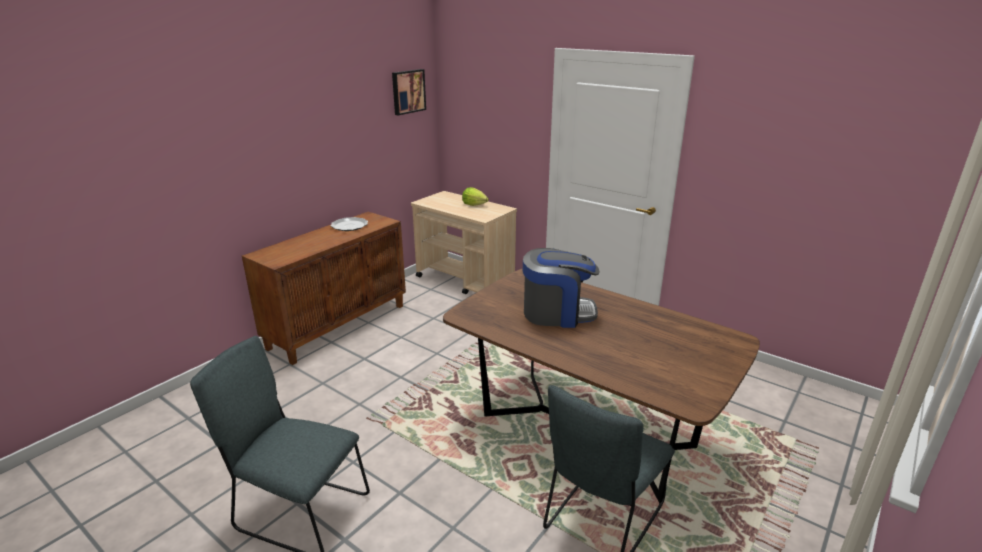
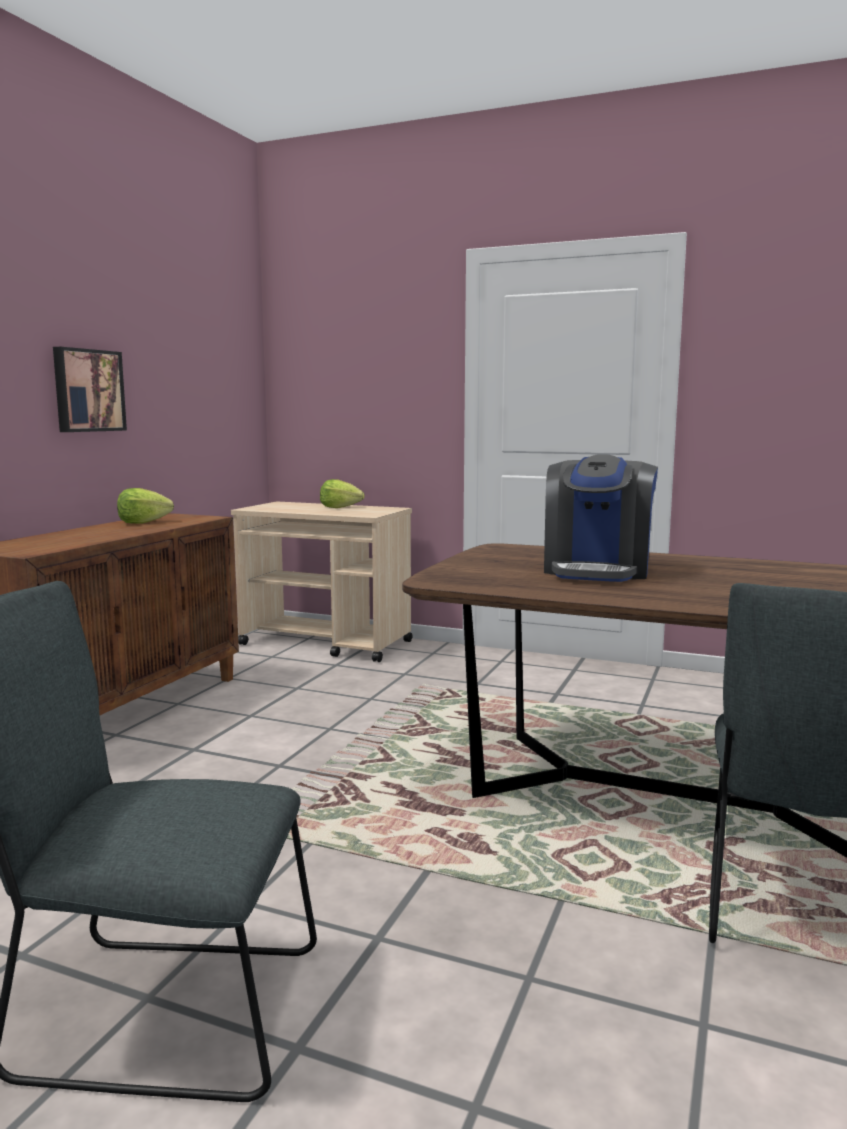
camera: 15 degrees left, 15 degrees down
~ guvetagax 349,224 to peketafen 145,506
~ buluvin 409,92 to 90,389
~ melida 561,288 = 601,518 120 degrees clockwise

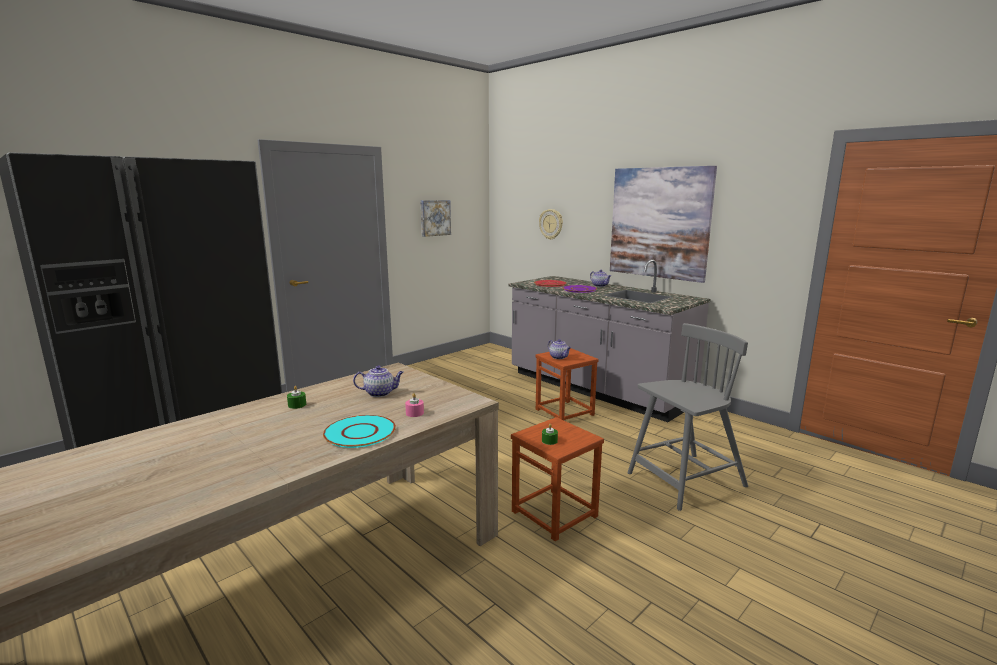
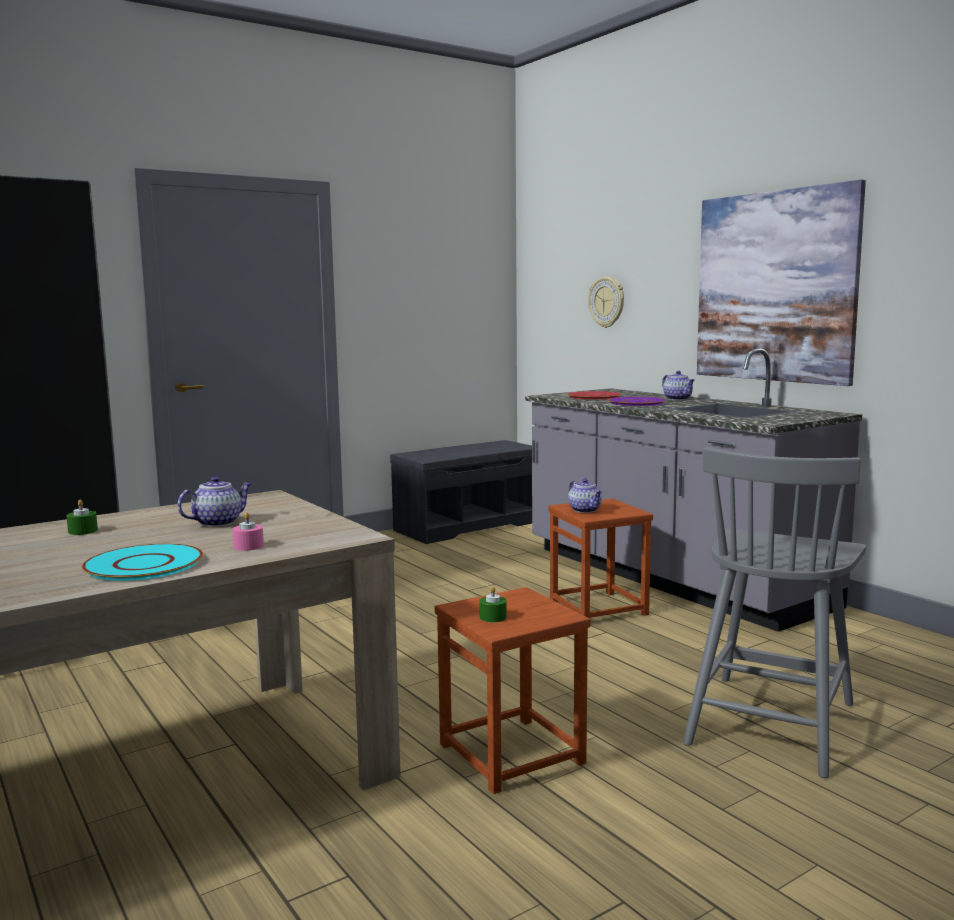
camera: 10 degrees right, 5 degrees down
~ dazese 378,381 = 214,501 45 degrees counterclockwise
- buluvin 435,218
~ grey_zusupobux 688,417 = 774,612 135 degrees clockwise
+ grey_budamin 461,492

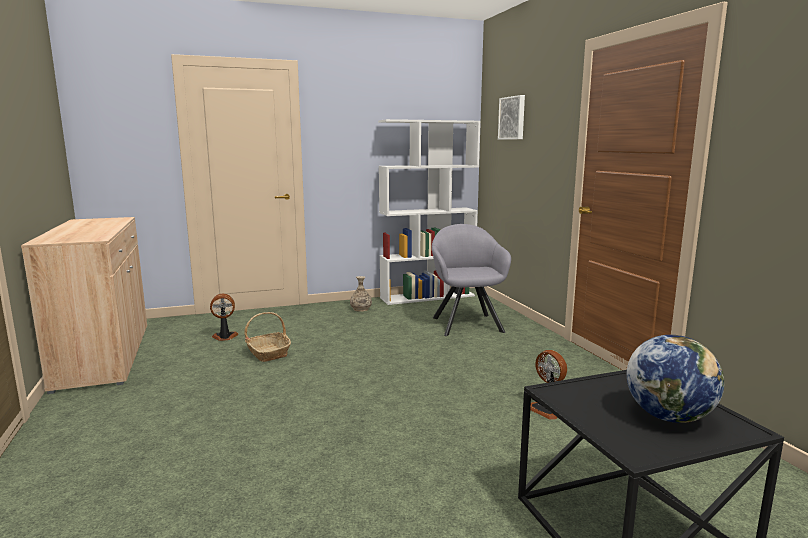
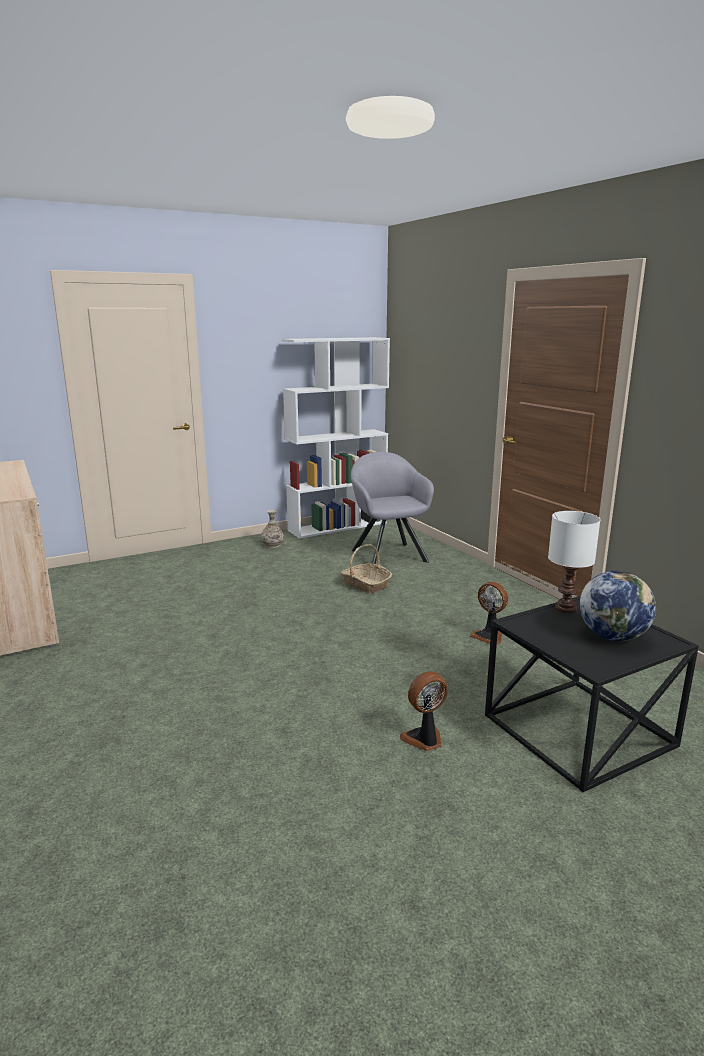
camera: 10 degrees left, 5 degrees up
~ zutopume 224,317 to 424,711
~ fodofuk 267,337 to 366,568
- buluvin 511,117
+ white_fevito 574,562

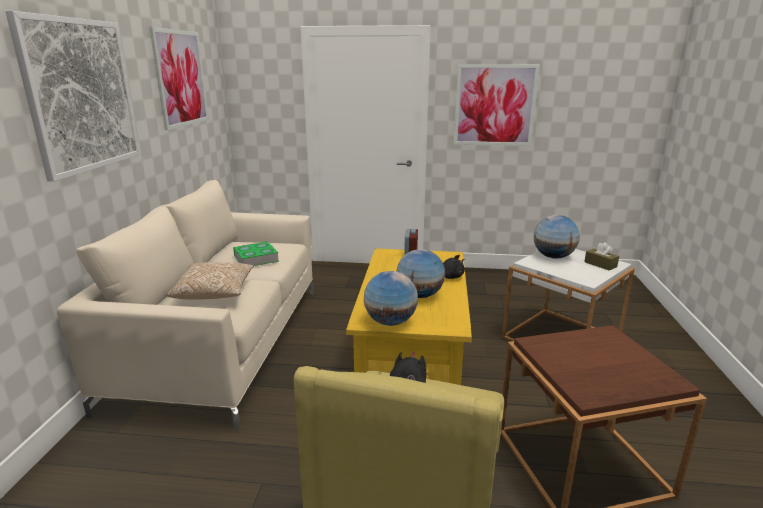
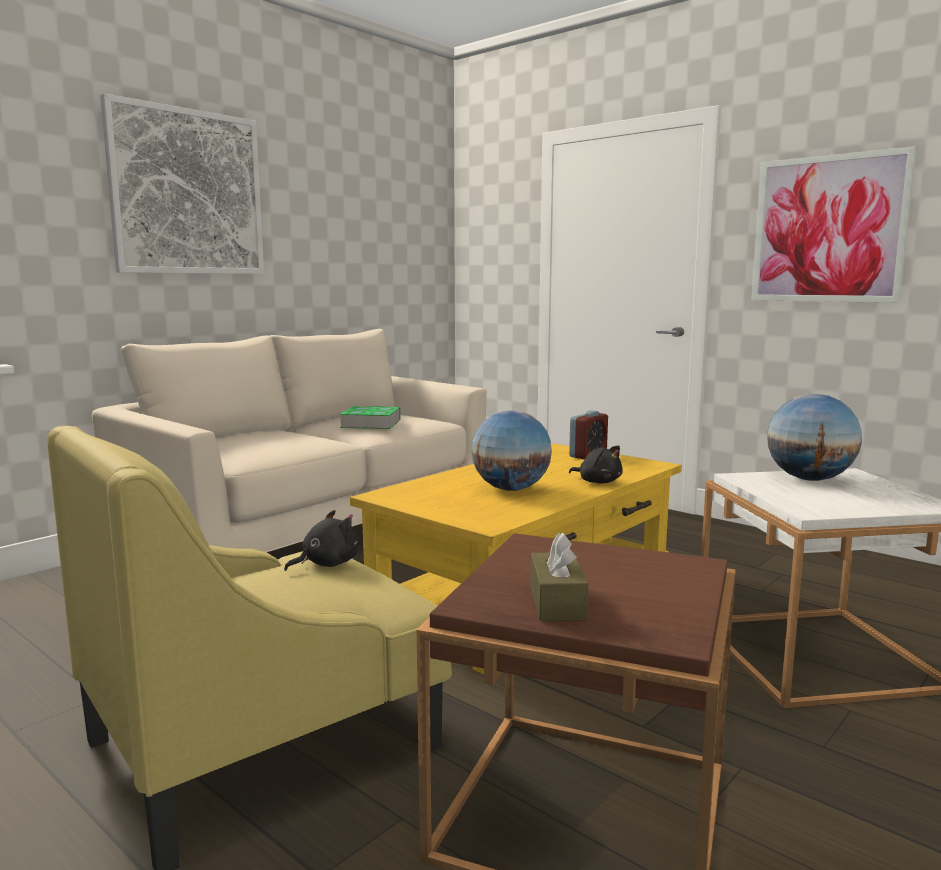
camera: 35 degrees right, 10 degrees down
- buluvin 179,79
- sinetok 210,281
- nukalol 391,298
~ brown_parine 601,256 to 559,576

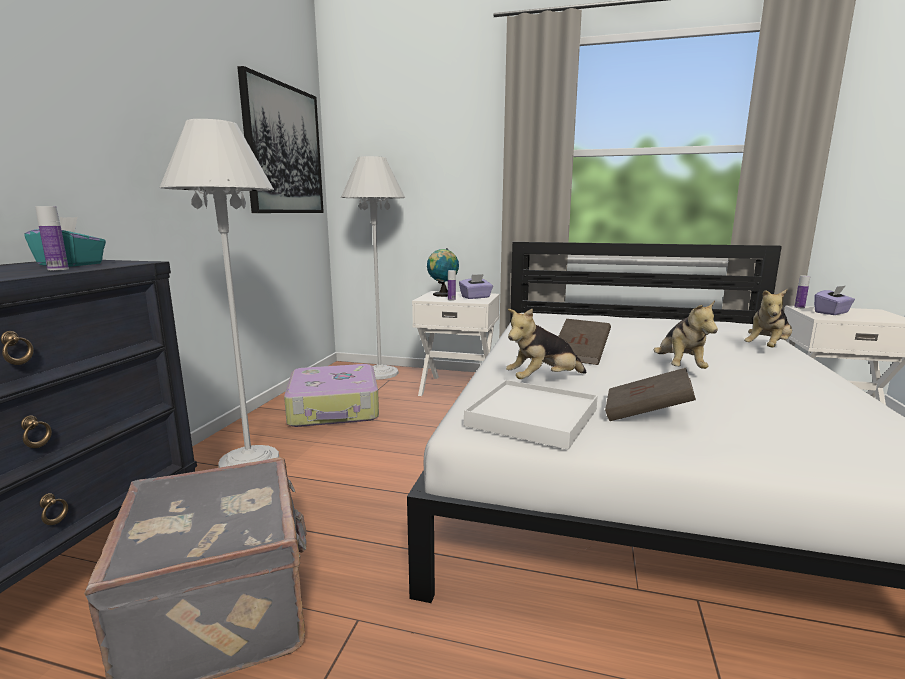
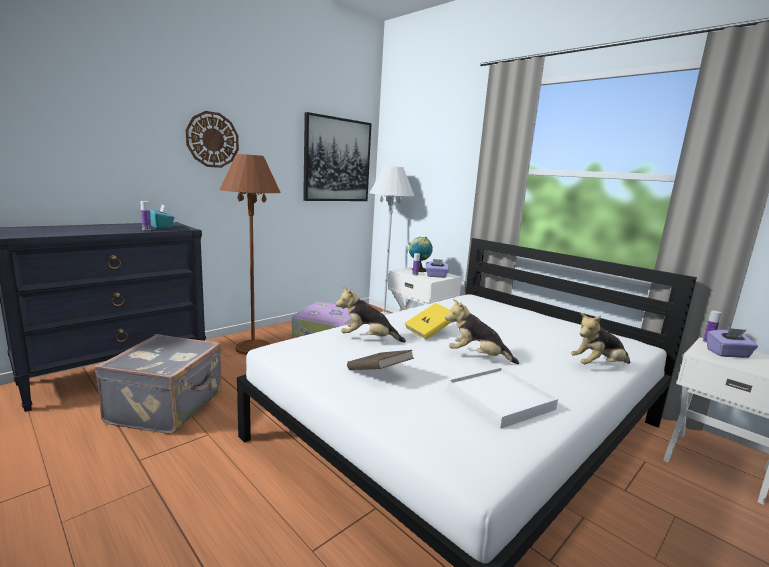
camera: 30 degrees right, 0 degrees up
~ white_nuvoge 219,293 to brown_nuvoge 250,254
~ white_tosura 531,415 to 502,398
~ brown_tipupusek 584,342 to yellow_tipupusek 427,321
~ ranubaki 686,334 = 482,331 75 degrees clockwise
+ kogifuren 212,139

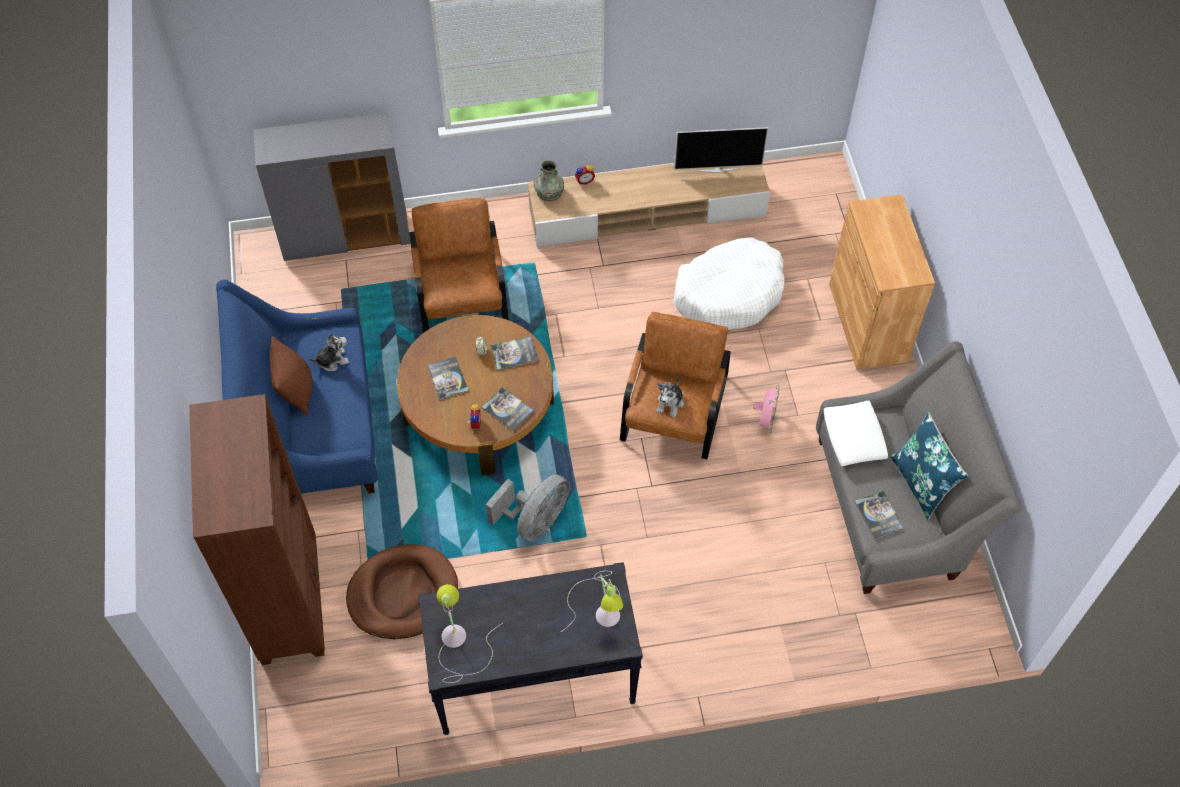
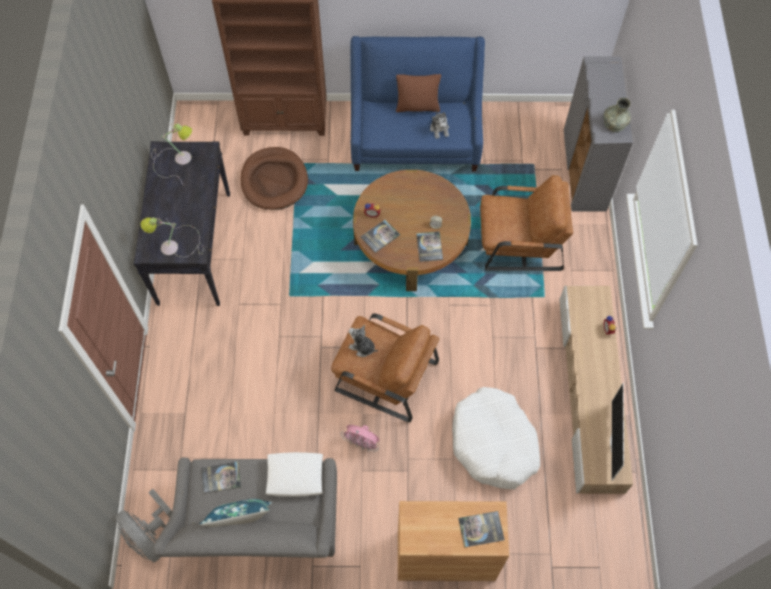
camera: 100 degrees right, 5 degrees up
~ tipupusek 448,378 to 481,529
~ grey_zutopume 528,508 to 143,526
~ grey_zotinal 549,180 to 617,114

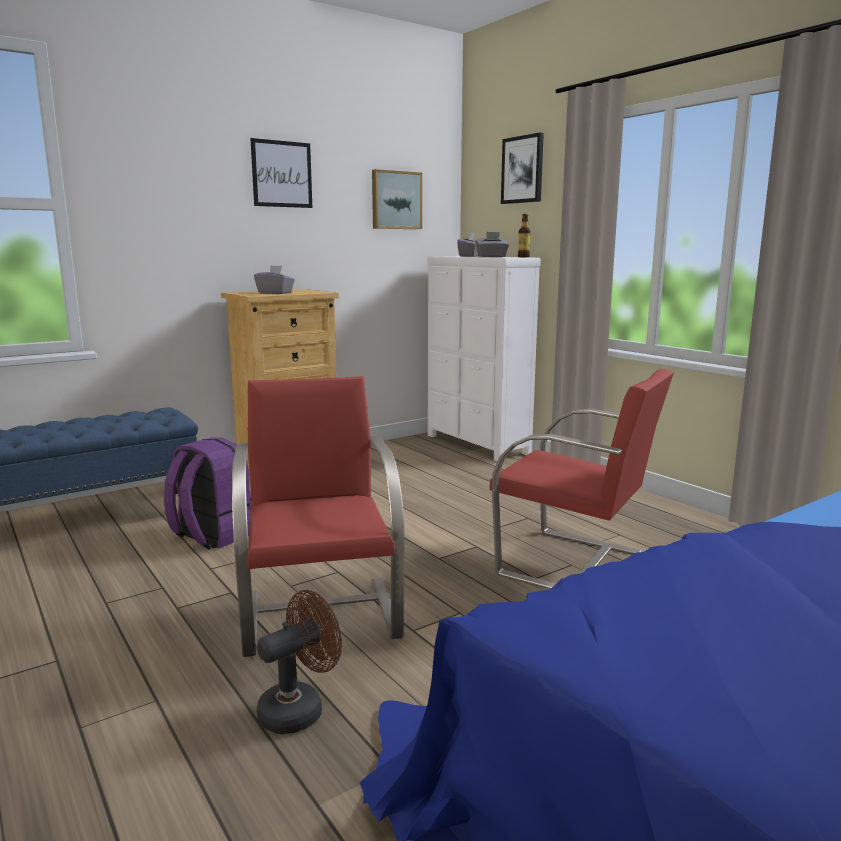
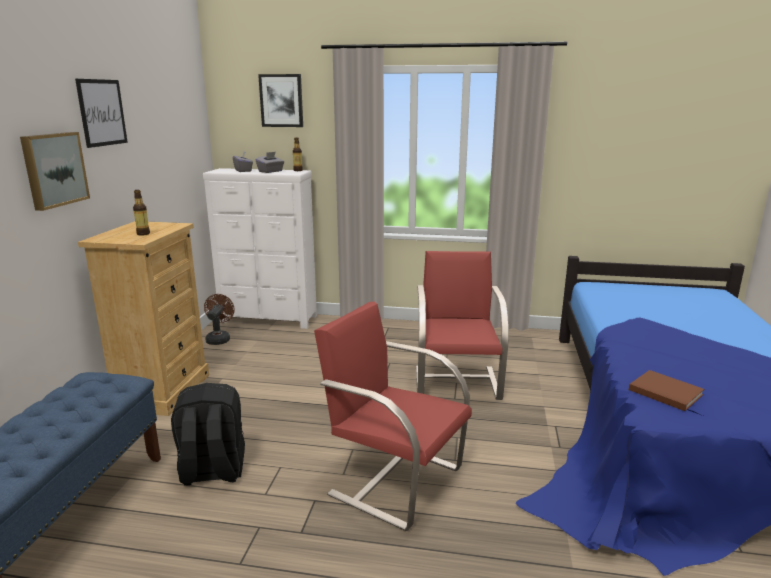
camera: 45 degrees left, 5 degrees up
~ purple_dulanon 208,494 to black_dulanon 208,434
~ grey_parine 274,280 to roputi 141,213
~ brown_zutopume 299,662 to 219,319
~ buluvin 397,199 to 55,171
~ red_zusupobux 582,478 = 462,325 75 degrees counterclockwise
+ brown_tipupusek 666,390

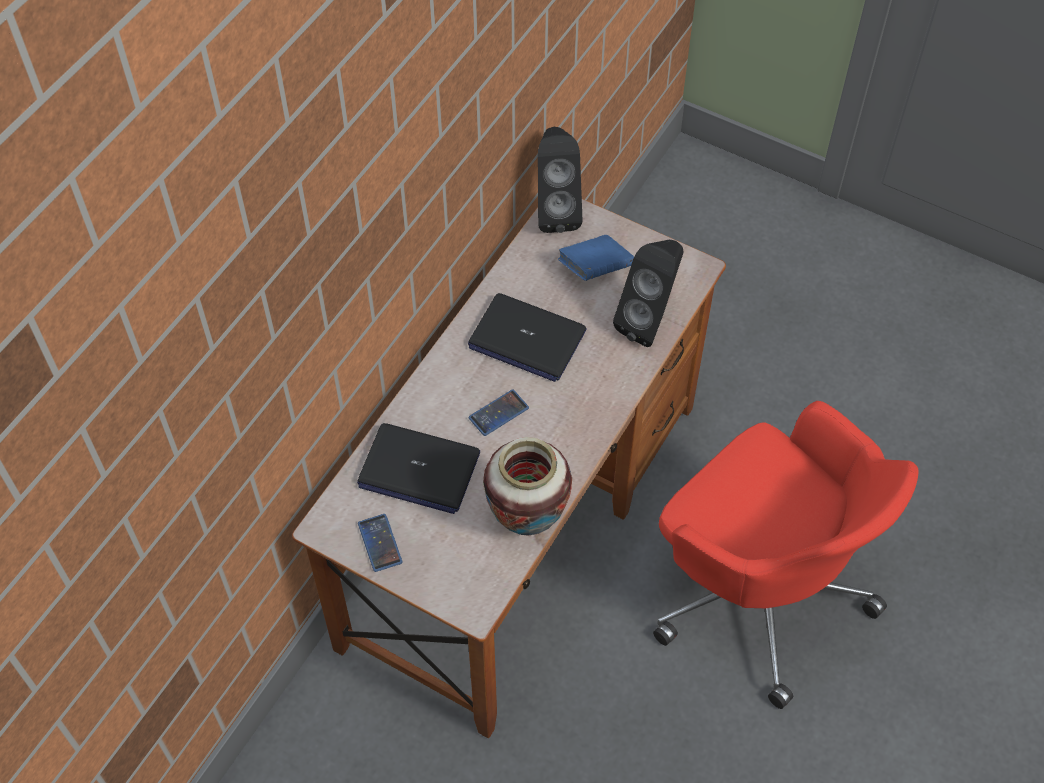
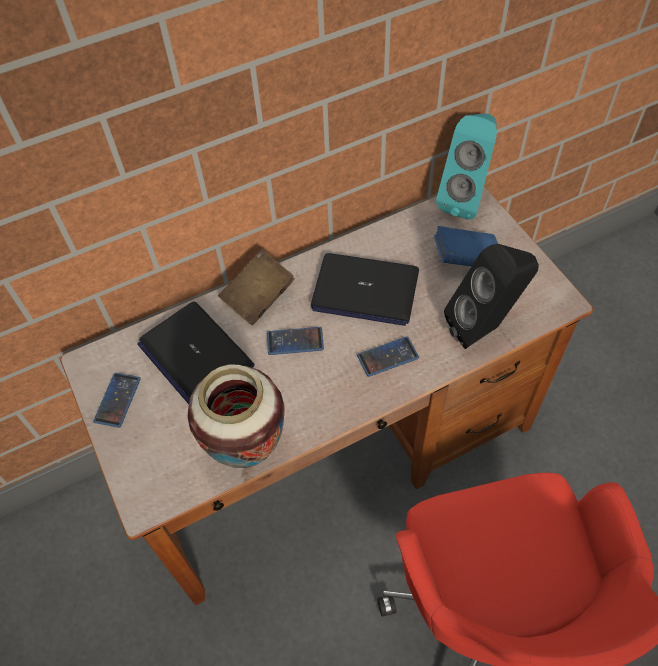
camera: 35 degrees right, 0 degrees up
~ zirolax 527,337 = 364,289 45 degrees counterclockwise
~ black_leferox 560,180 to turquoise_leferox 466,167
+ brown_tipupusek 256,287
+ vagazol 388,356

